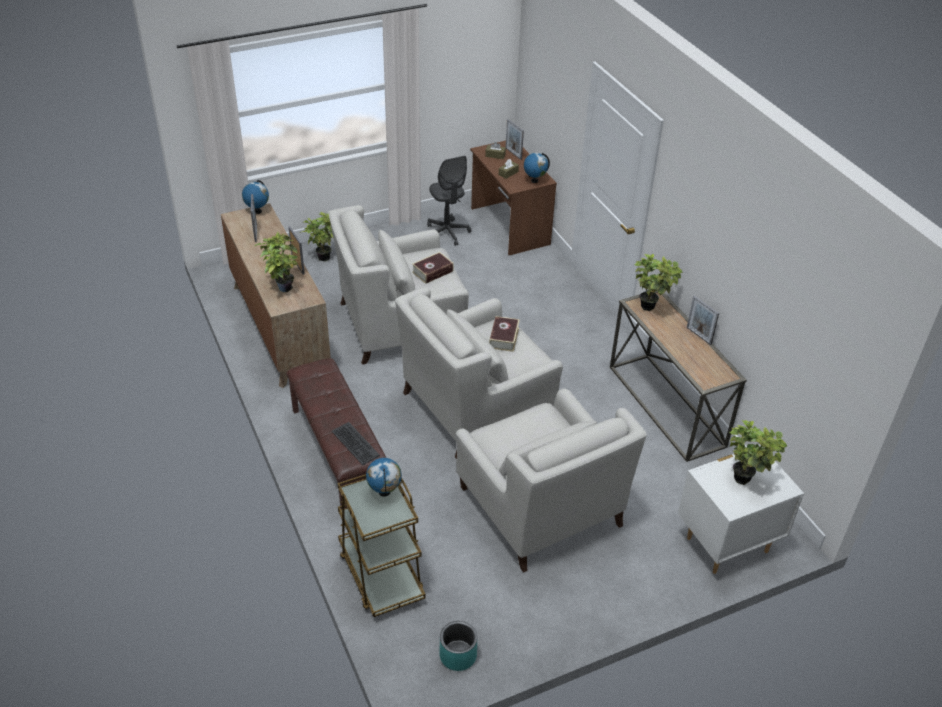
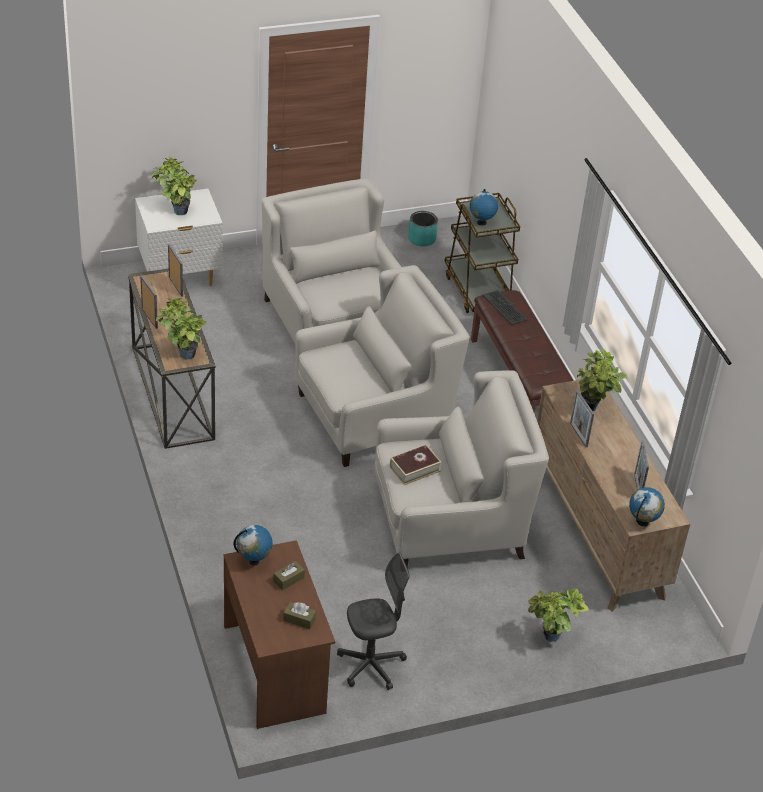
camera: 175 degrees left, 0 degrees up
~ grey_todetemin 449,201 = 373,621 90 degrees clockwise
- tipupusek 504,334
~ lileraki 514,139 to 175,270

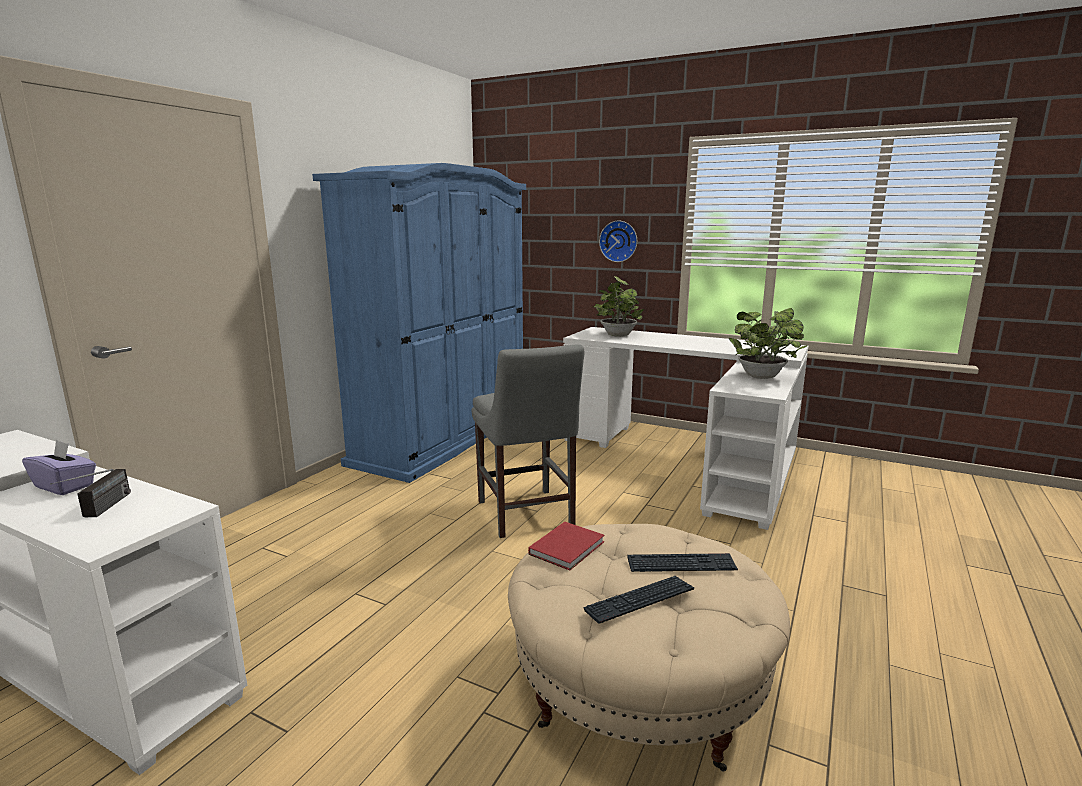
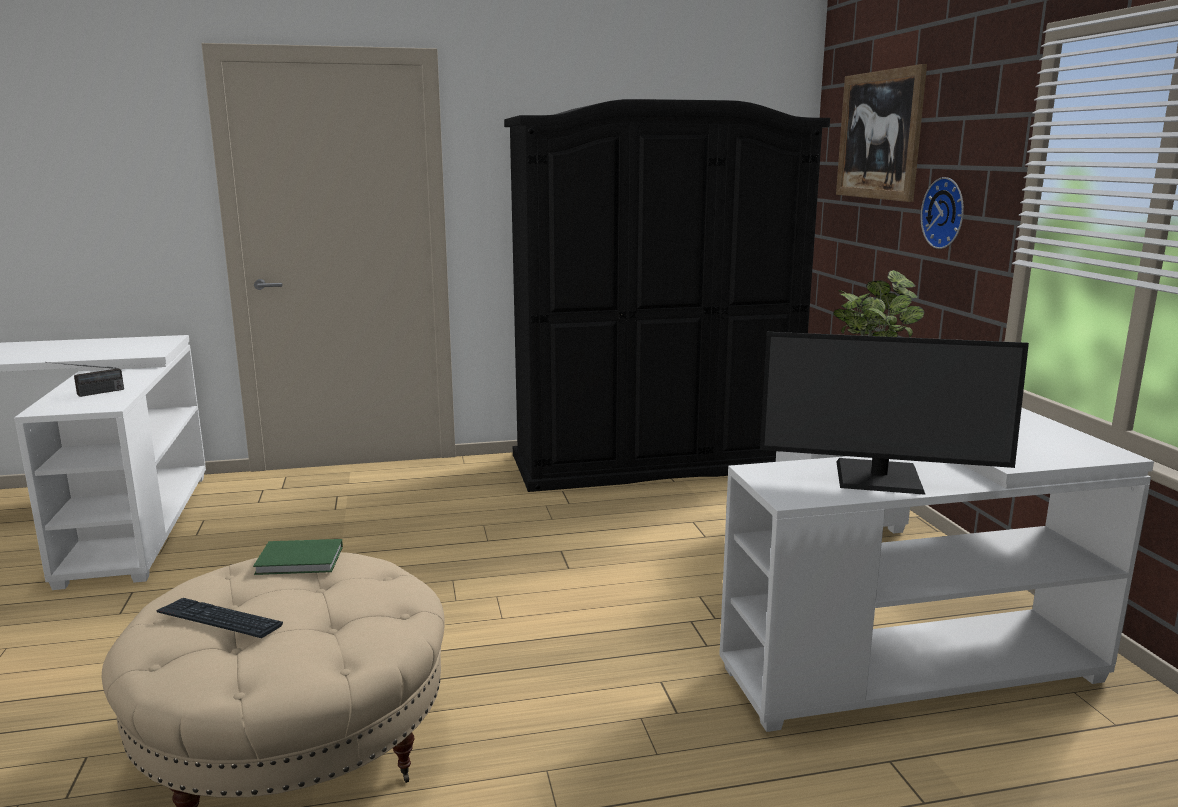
camera: 50 degrees right, 0 degrees up
- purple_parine 59,467
~ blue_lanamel 419,323 to black_lanamel 667,295
- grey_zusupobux 528,441
~ red_tipupusek 566,546 to green_tipupusek 298,557
- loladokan 682,562
~ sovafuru 768,343 to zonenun 894,413
+ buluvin 881,133

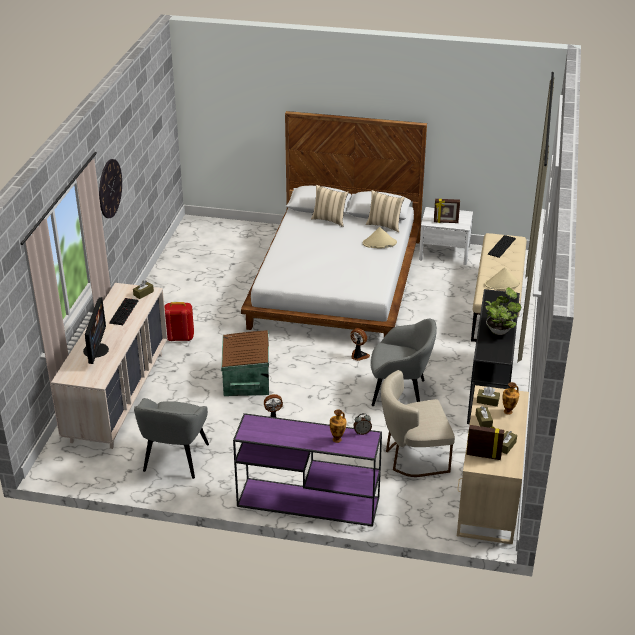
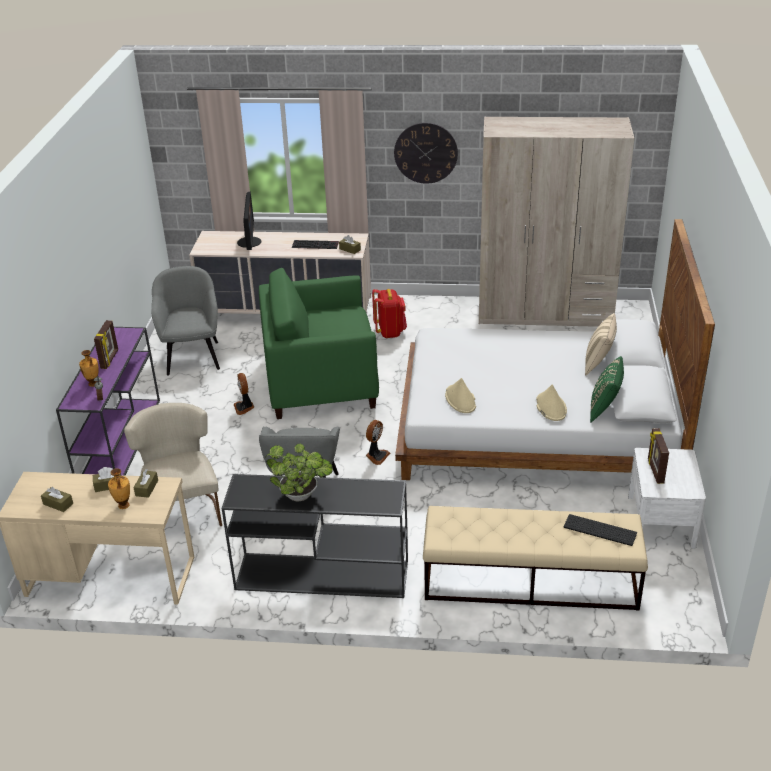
camera: 85 degrees right, 0 degrees up
~ zonenun 96,330 = 249,220 90 degrees counterclockwise
~ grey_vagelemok 171,438 = 185,321 75 degrees clockwise
~ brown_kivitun 245,363 to green_vagelemok 319,343
~ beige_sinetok 385,211 to green_sinetok 607,389
~ lileraki 485,442 to 106,344
~ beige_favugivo 502,278 to 460,395
+ beige_lanamel 556,221

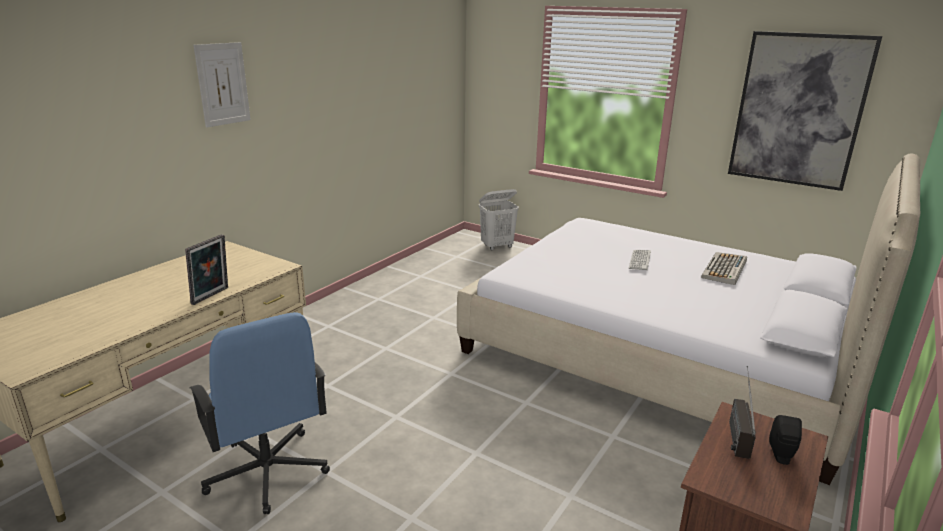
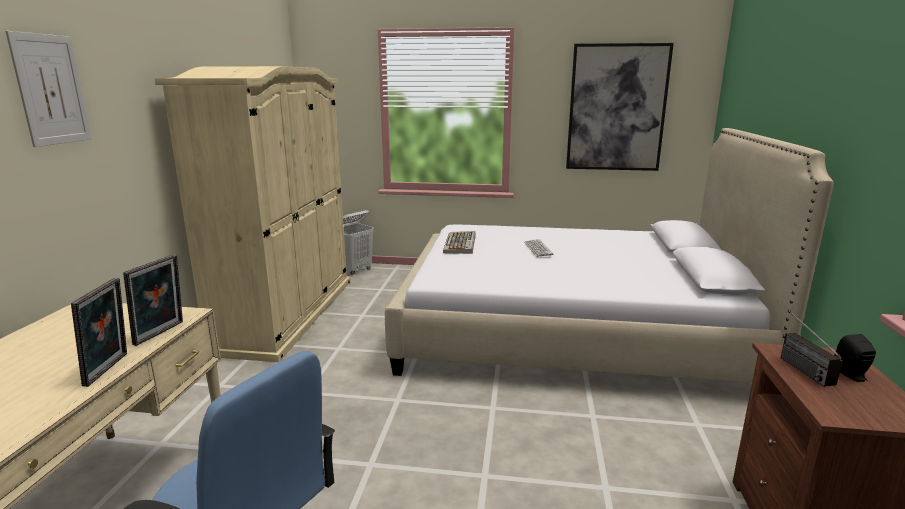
camera: 25 degrees left, 5 degrees down
~ loladokan 724,268 to 459,242
+ lileraki 153,300
+ beige_lanamel 252,214

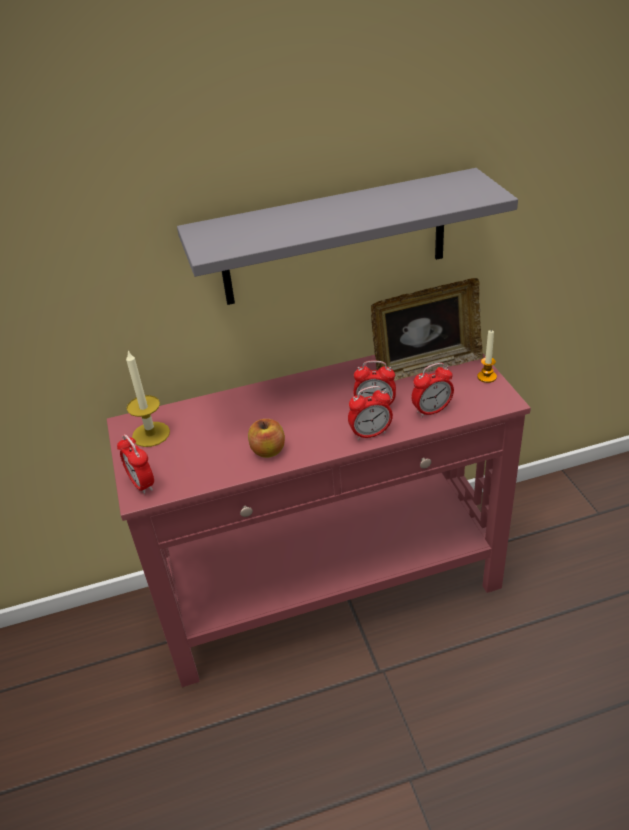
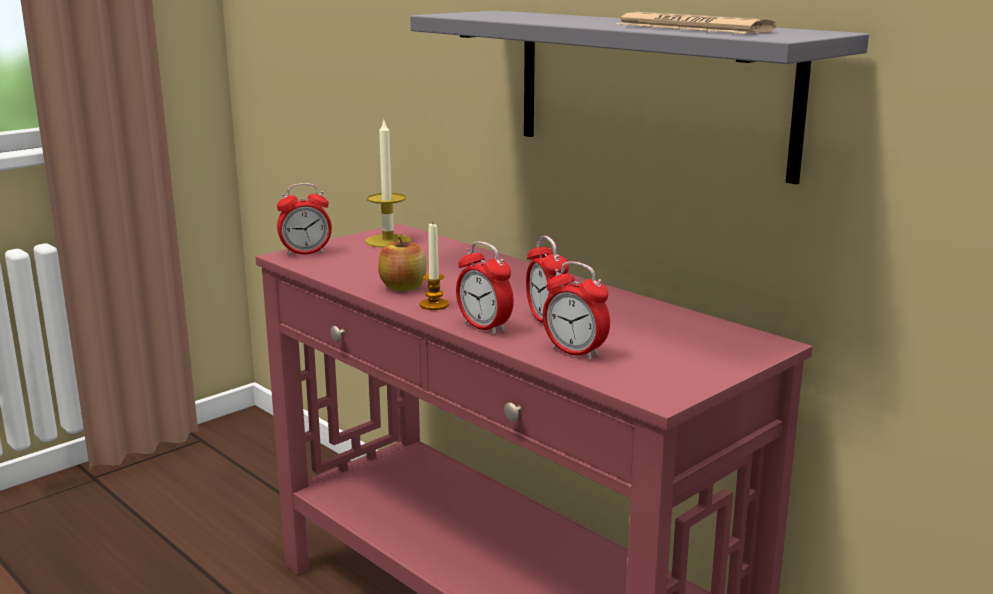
camera: 60 degrees right, 20 degrees down
~ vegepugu 135,464 = 304,219 135 degrees counterclockwise
- lileraki 427,329
~ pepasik 487,356 to 434,267
+ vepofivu 696,23

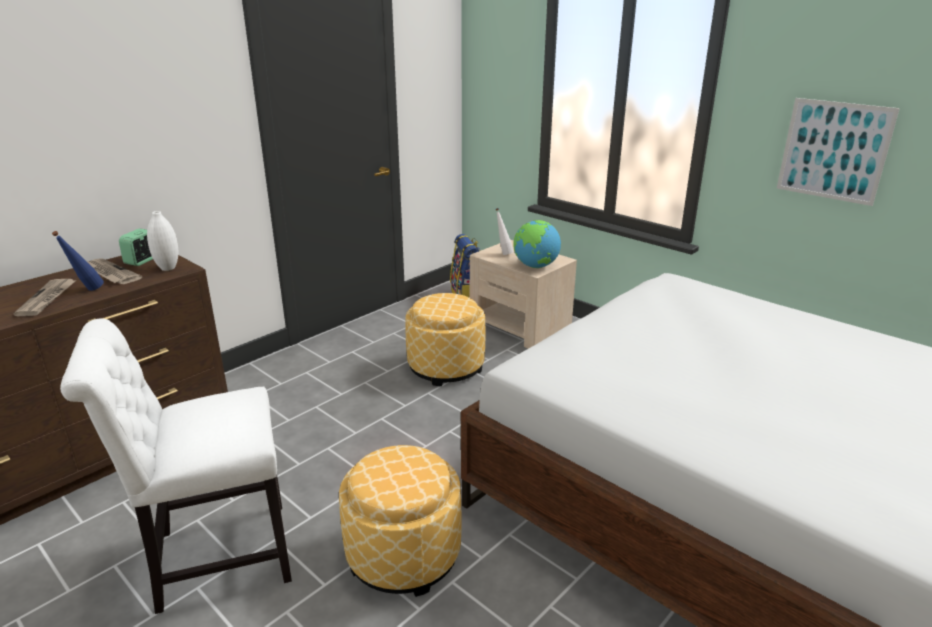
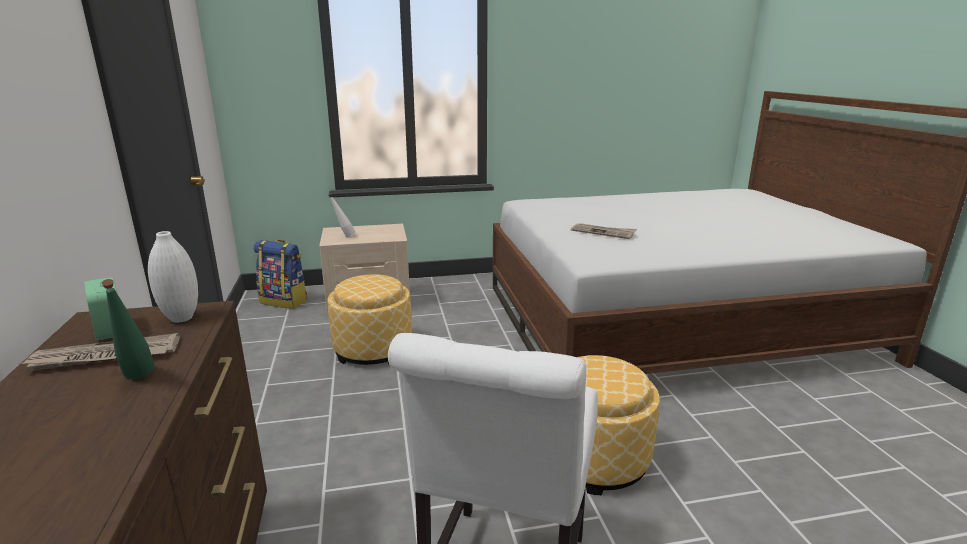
camera: 55 degrees left, 5 degrees down
~ vepofivu 44,297 to 604,231
~ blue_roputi 78,261 to green_roputi 128,329
- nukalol 537,244
- buluvin 838,152

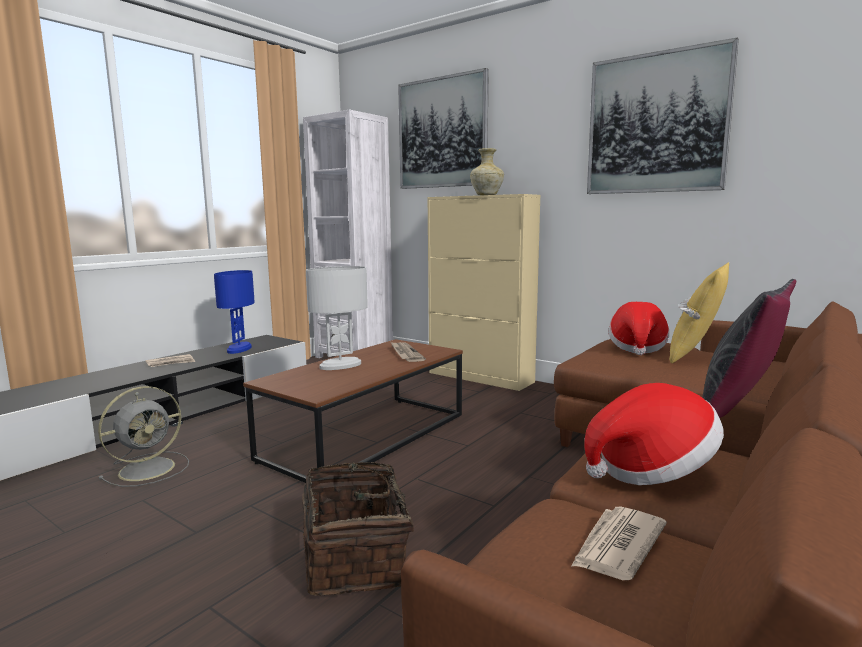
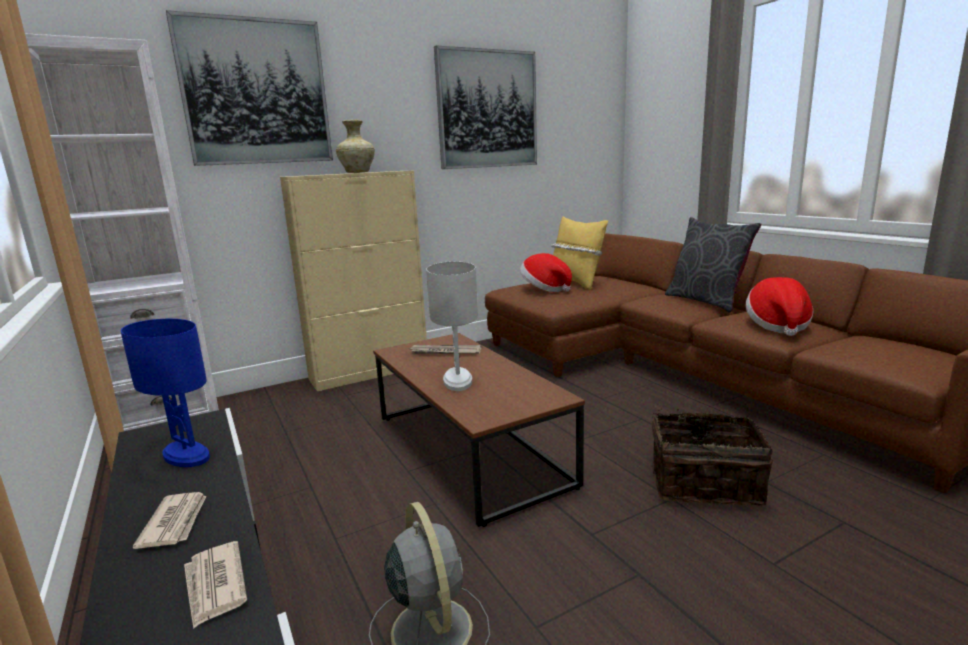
camera: 65 degrees left, 5 degrees up
~ vepofivu 619,543 to 215,585

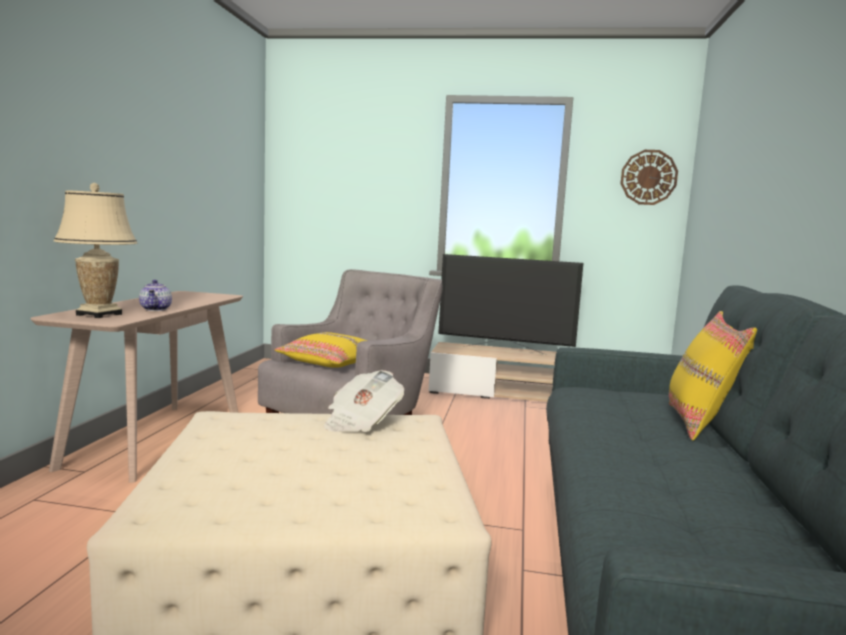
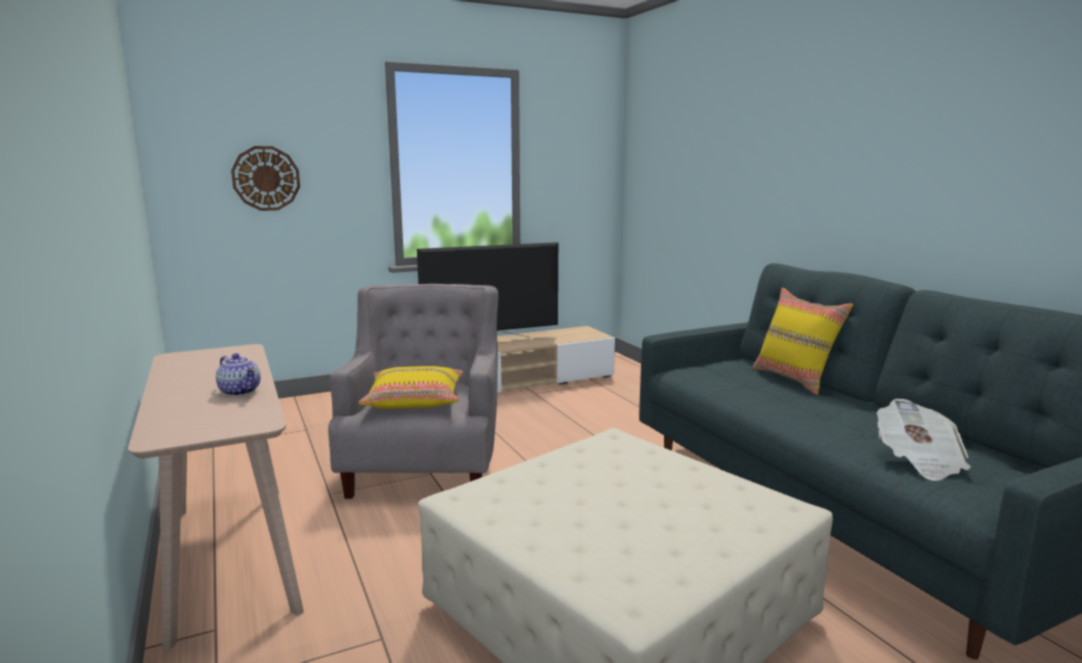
camera: 35 degrees left, 5 degrees up
- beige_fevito 95,250
~ vepofivu 363,401 to 924,440
~ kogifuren 649,177 to 265,178

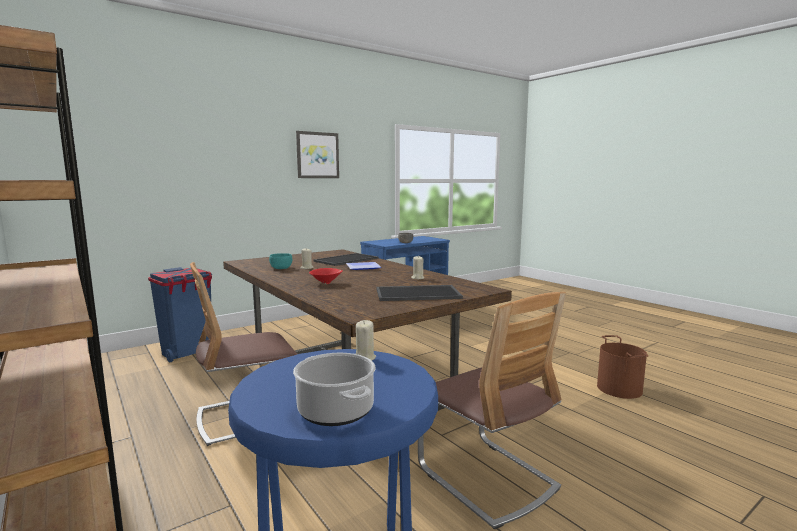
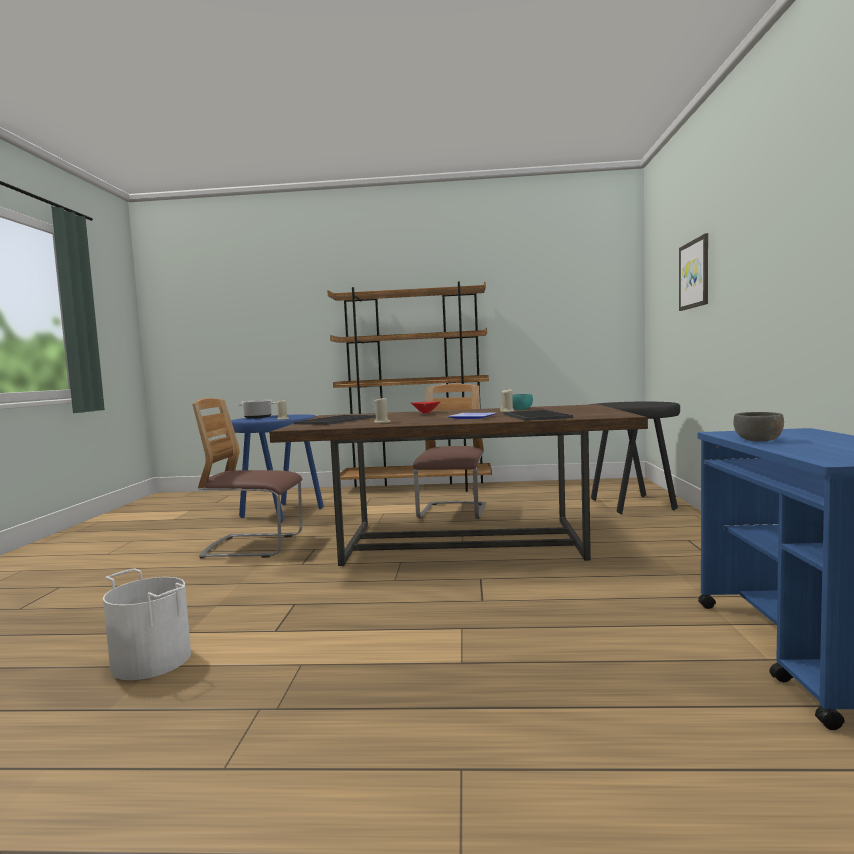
camera: 130 degrees right, 5 degrees down
~ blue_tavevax 180,314 to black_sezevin 634,458
~ buluvin 317,154 to 693,272
~ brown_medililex 622,367 to white_medililex 147,624

